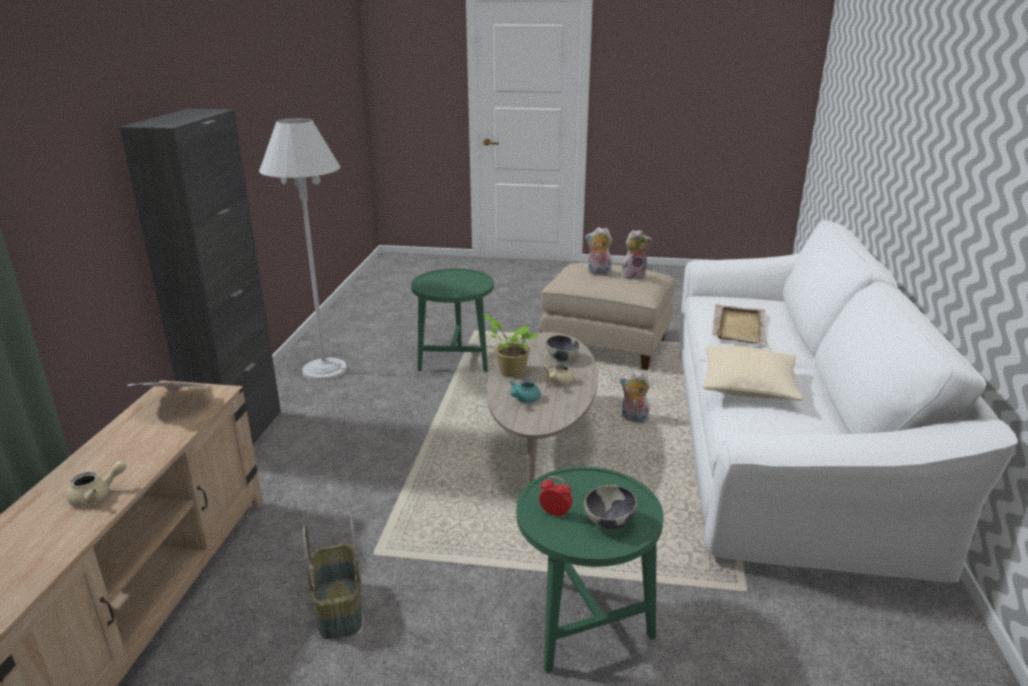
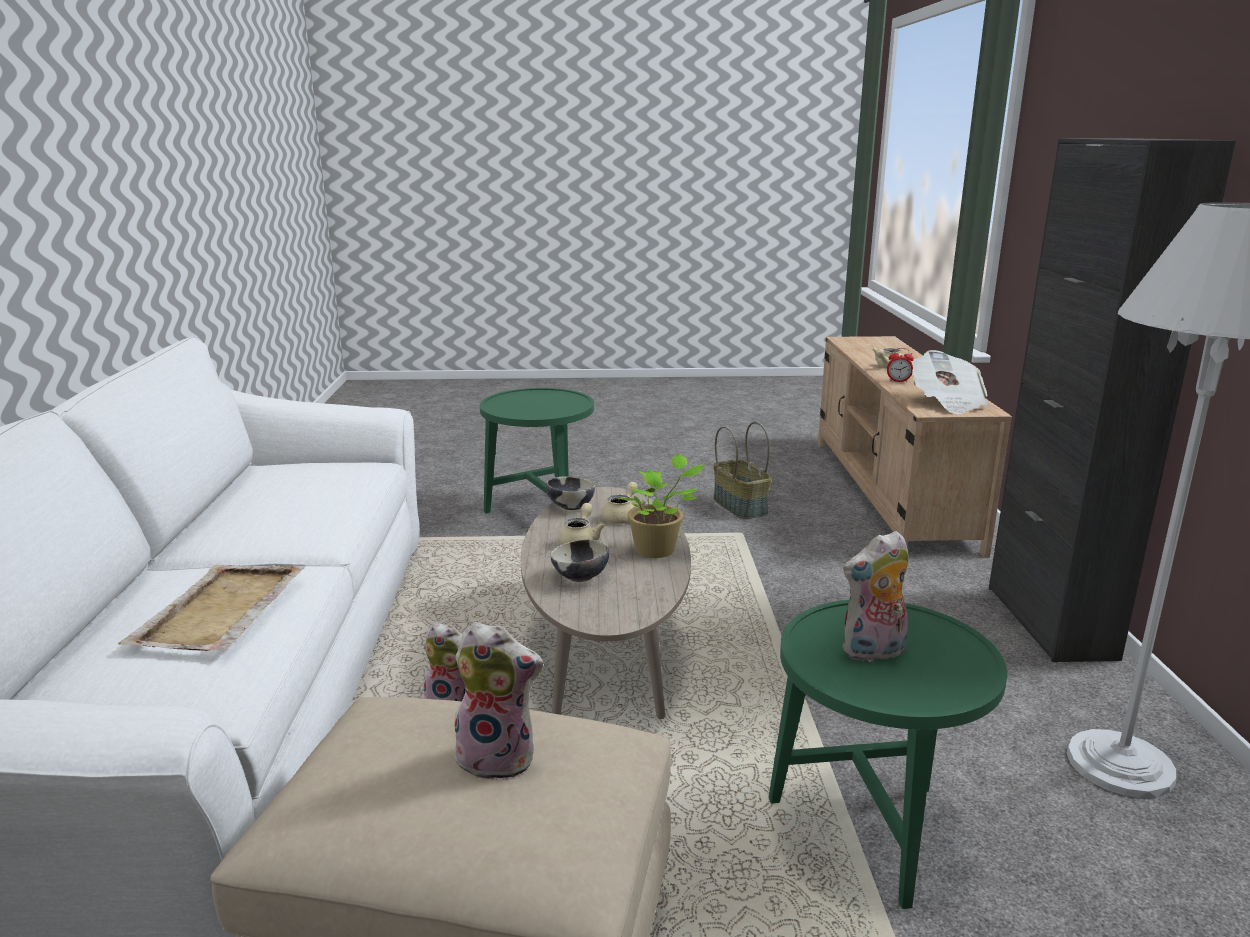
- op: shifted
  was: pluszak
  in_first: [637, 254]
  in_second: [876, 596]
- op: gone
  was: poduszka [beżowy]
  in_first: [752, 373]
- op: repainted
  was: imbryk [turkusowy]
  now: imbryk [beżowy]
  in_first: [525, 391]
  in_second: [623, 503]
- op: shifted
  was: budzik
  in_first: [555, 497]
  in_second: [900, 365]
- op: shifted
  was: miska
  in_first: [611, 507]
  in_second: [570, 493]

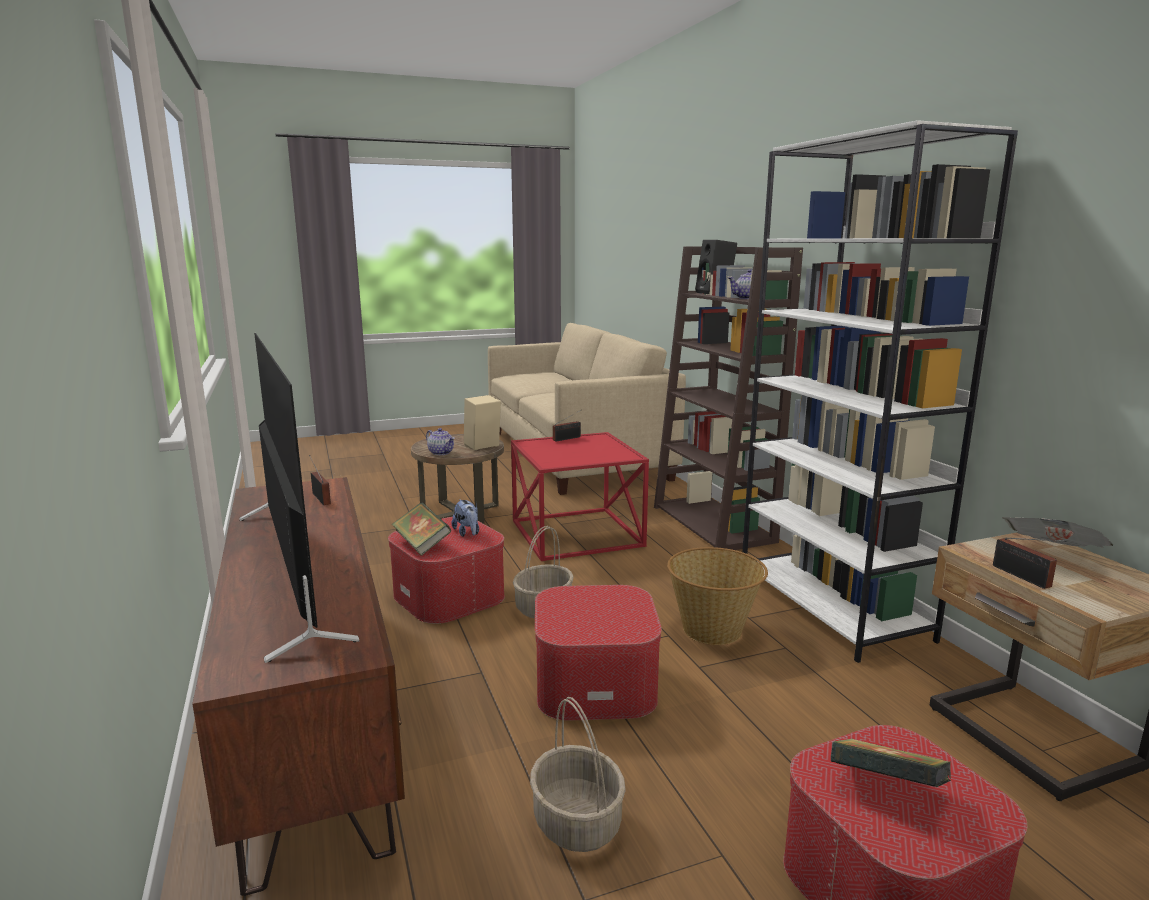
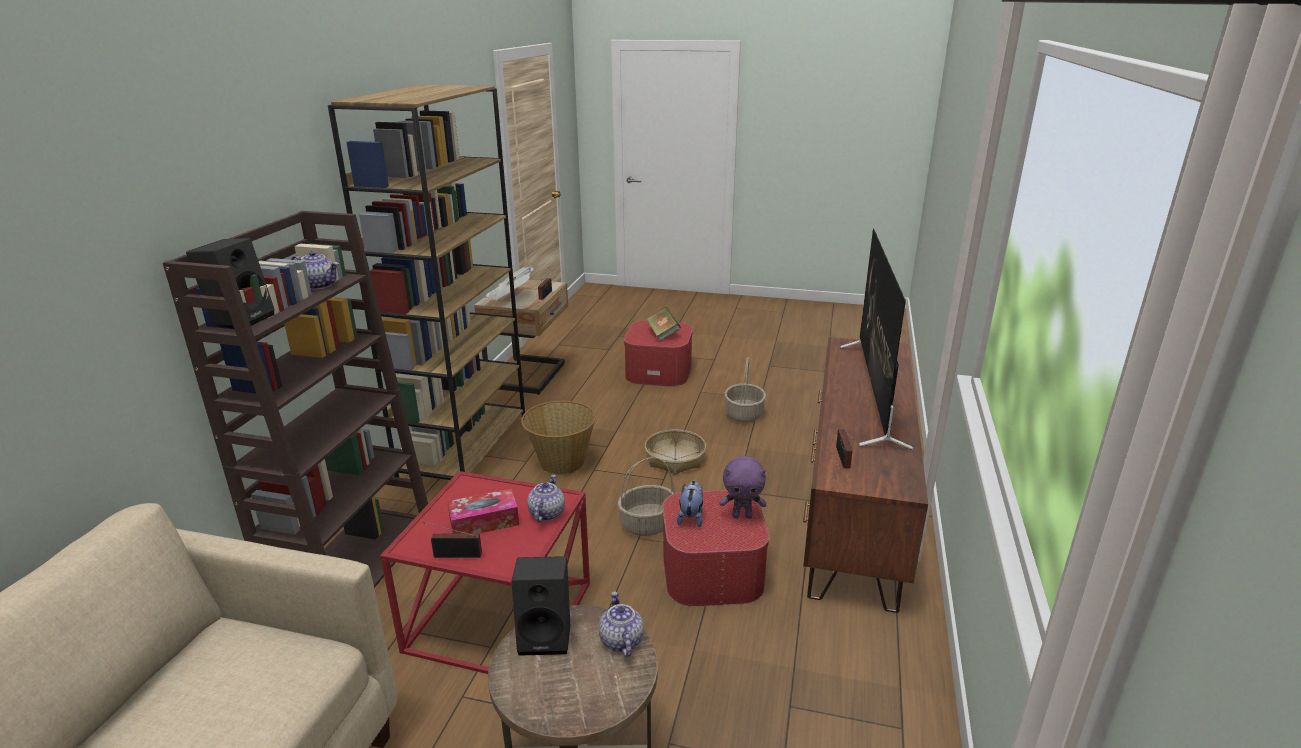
- op: repainted
  was: regał [biały]
  now: regał [brązowy]
  in_first: [880, 391]
  in_second: [426, 282]
- op: repainted
  was: głośnik [beżowy]
  now: głośnik [czarny]
  in_first: [482, 422]
  in_second: [540, 606]
- op: swapped
  was: książka
  now: pluszak [fioletowy]
  in_first: [421, 529]
  in_second: [742, 487]
- op: swapped
  was: pufa
  now: koszyk
  in_first: [598, 653]
  in_second: [675, 452]
- op: new
  now: imbryk
  in_second: [546, 498]
- op: new
  now: pudełko chusteczek
  in_second: [483, 511]

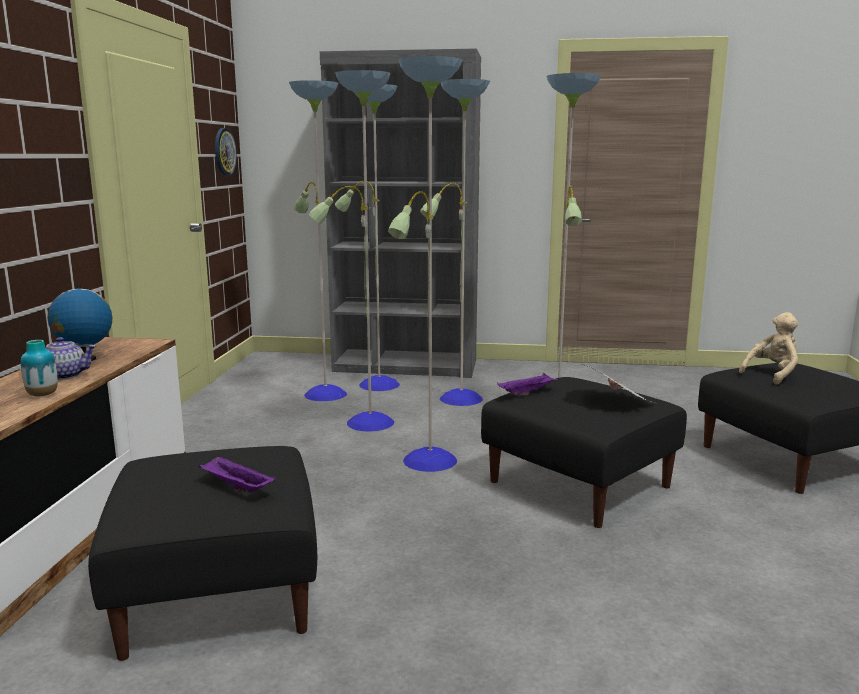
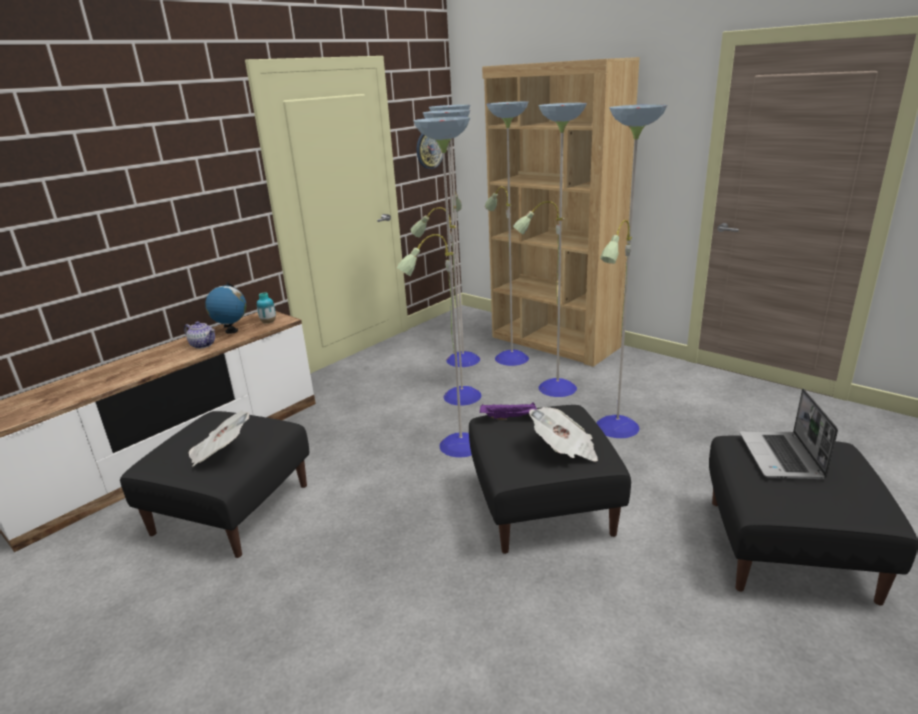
- op: repainted
  was: regał [szary]
  now: regał [brązowy]
  in_first: [400, 213]
  in_second: [561, 212]
- op: swapped
  was: pluszak [beżowy]
  now: laptop
  in_first: [768, 348]
  in_second: [789, 433]
- op: shifted
  was: wazon
  in_first: [39, 368]
  in_second: [266, 308]
- op: swapped
  was: taca [fioletowy]
  now: gazeta
  in_first: [237, 474]
  in_second: [219, 438]

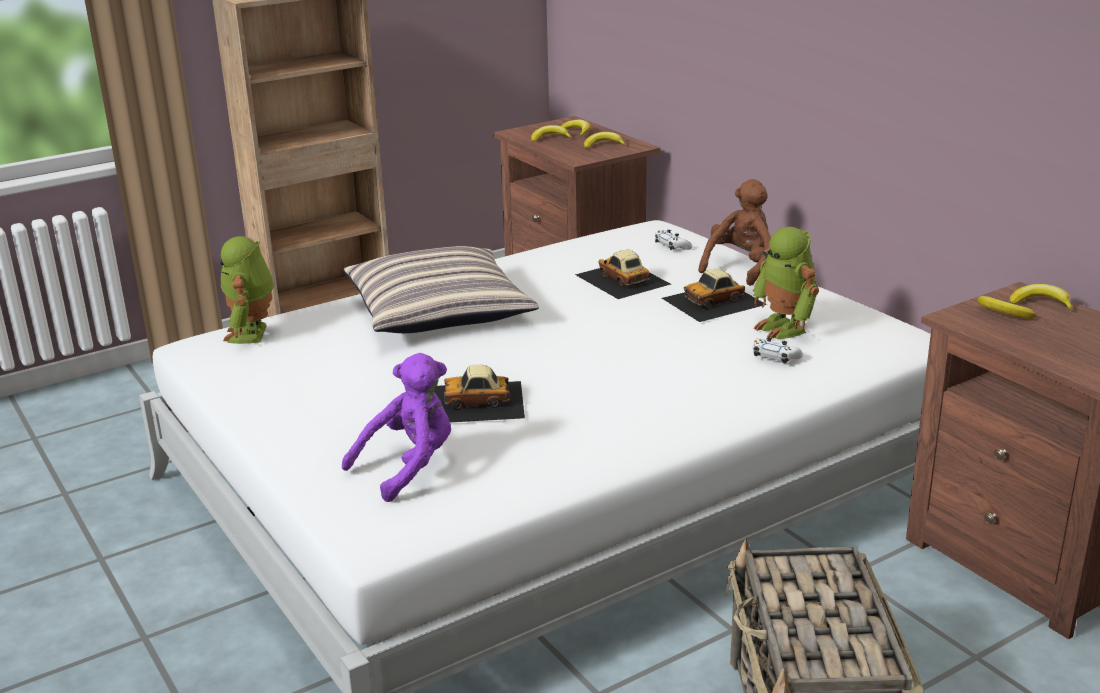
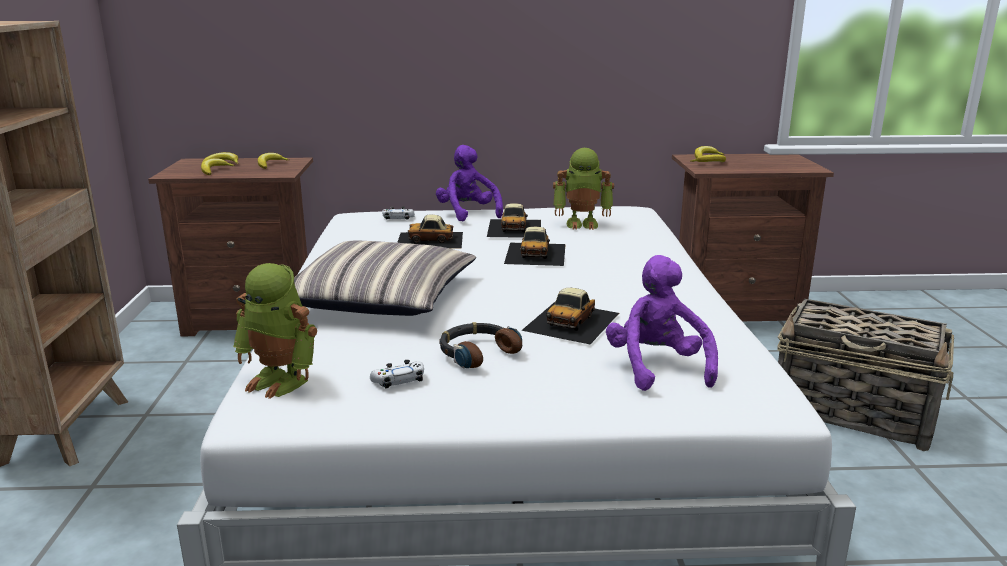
- op: repainted
  was: pluszak [brązowy]
  now: pluszak [fioletowy]
  in_first: [734, 232]
  in_second: [469, 183]
- op: shifted
  was: pad do gier [biały]
  in_first: [778, 350]
  in_second: [397, 374]
- op: new
  now: samochodzik
  in_second: [535, 246]
- op: new
  now: słuchawki
  in_second: [481, 345]

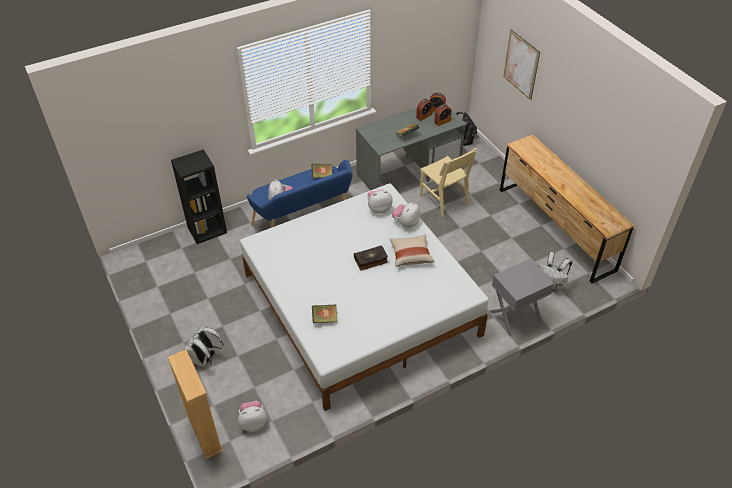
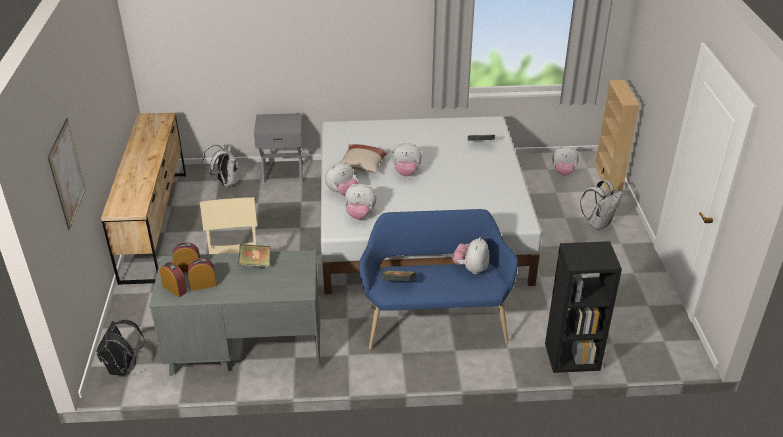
- op: swapped
  was: książka
  now: pluszak
  in_first: [371, 258]
  in_second: [407, 159]

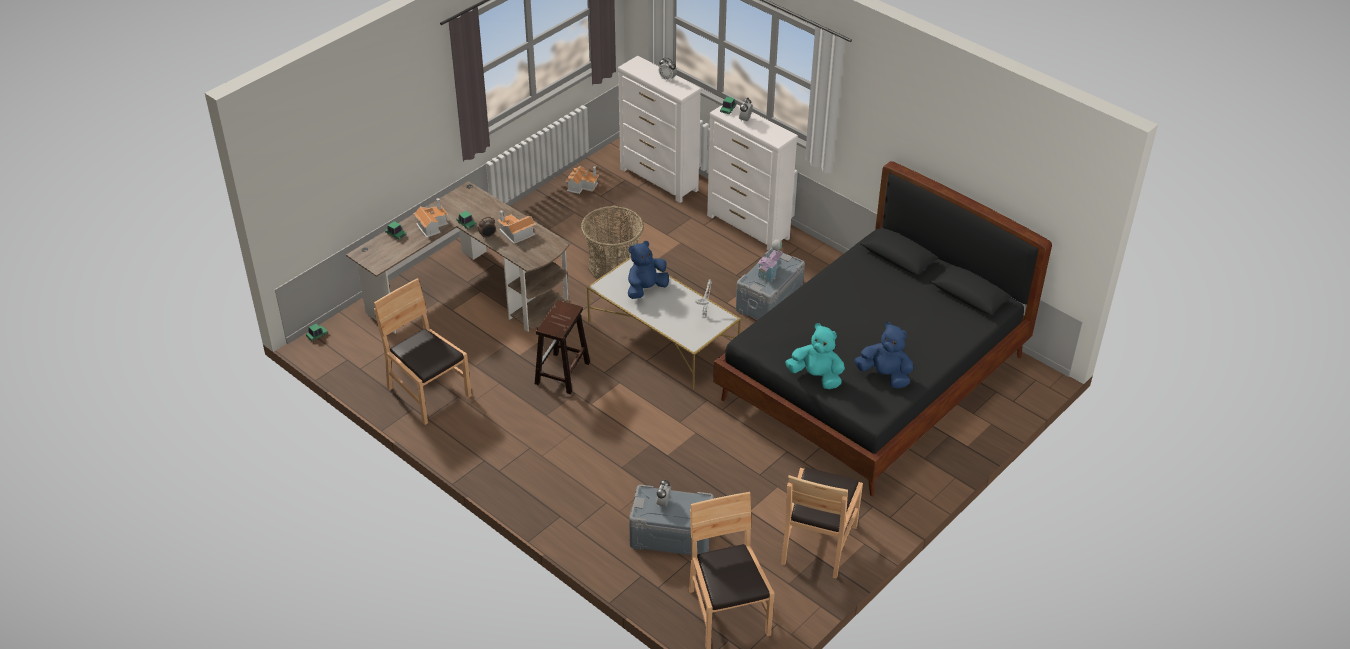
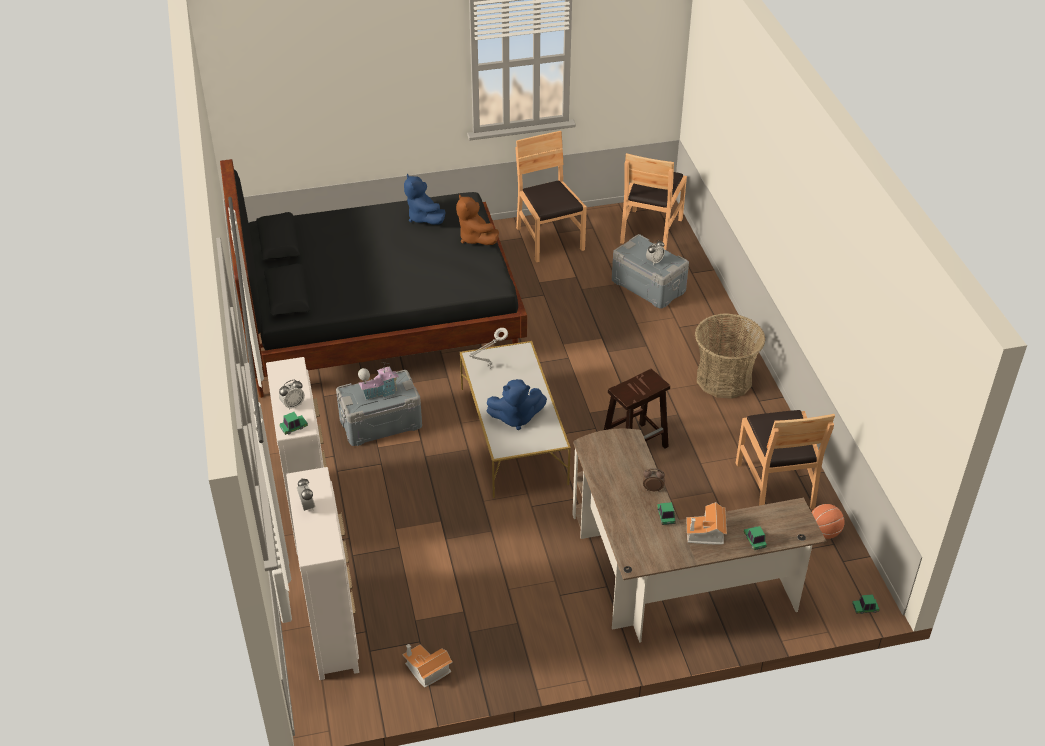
- op: shifted
  was: koszyk
  in_first: [612, 242]
  in_second: [730, 356]
- op: gone
  was: domek
  in_first: [516, 227]
- op: repainted
  was: pluszak [turkusowy]
  now: pluszak [brązowy]
  in_first: [815, 356]
  in_second: [477, 219]
- op: rotated
  was: krzesło [brązowy]
  in_first: [822, 523]
  in_second: [551, 196]
  clockwise: -75
- op: new
  now: piłka do koszykówki
  in_second: [828, 521]

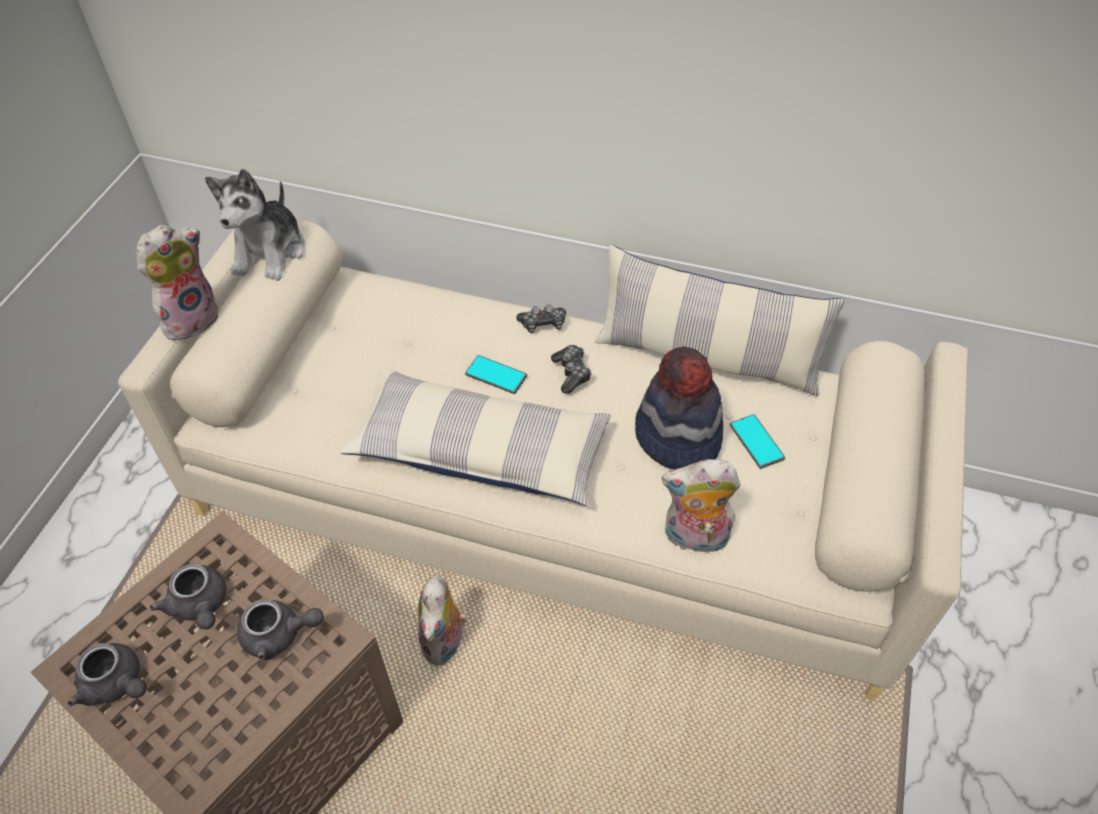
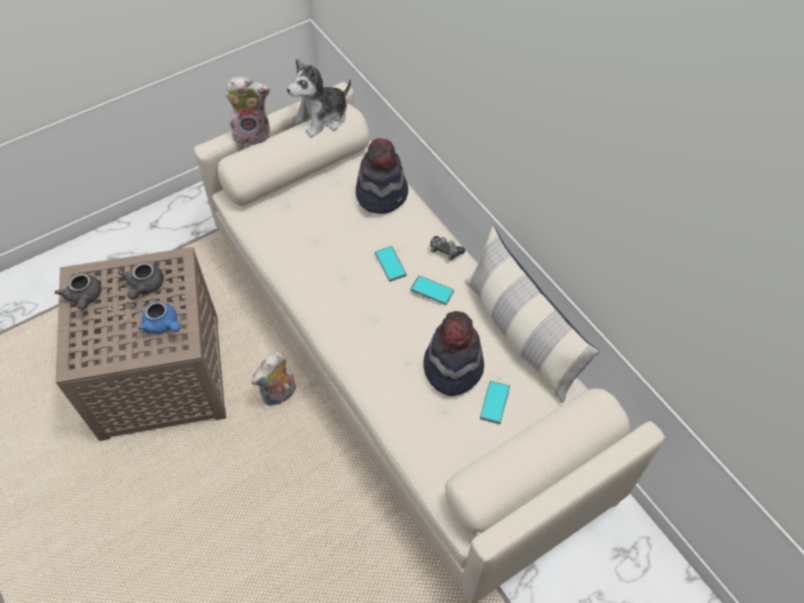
- op: swapped
  was: pad do gier
  now: telefon
  in_first: [571, 369]
  in_second: [432, 290]
- op: gone
  was: poduszka
  in_first: [475, 436]
- op: gone
  was: pluszak
  in_first: [701, 508]
- op: repainted
  was: imbryk [szary]
  now: imbryk [niebieski]
  in_first: [280, 629]
  in_second: [159, 317]
- op: new
  now: kapelusz
  in_second: [382, 176]

